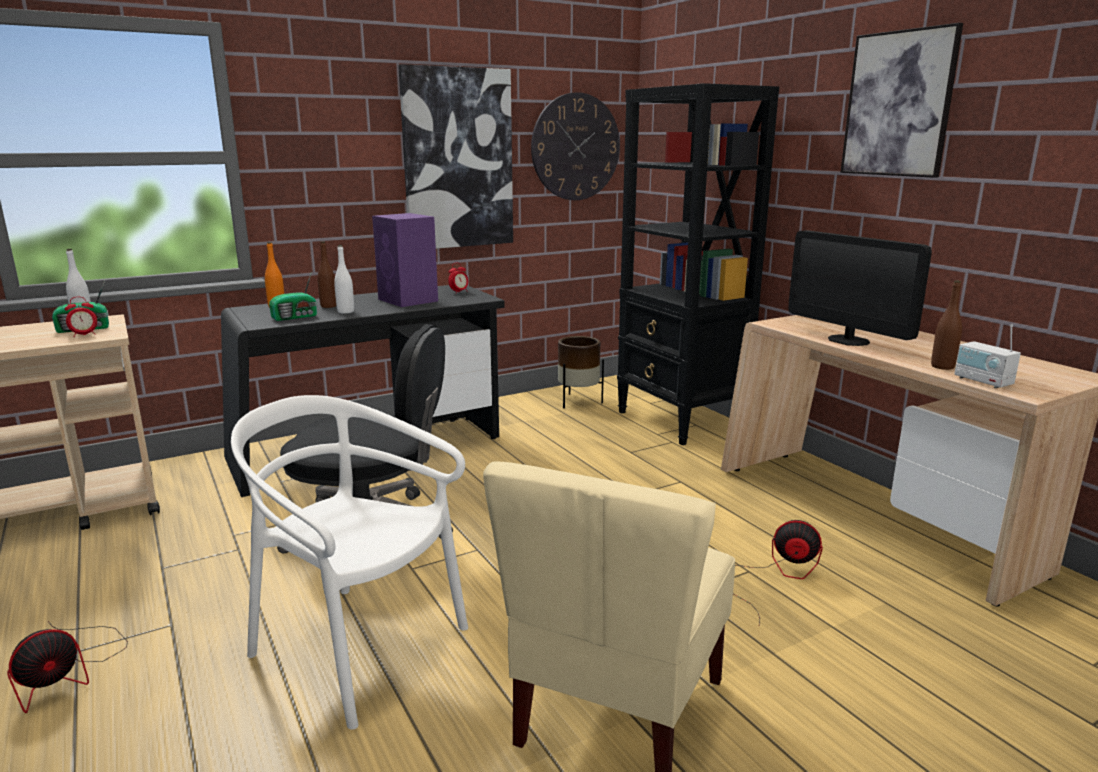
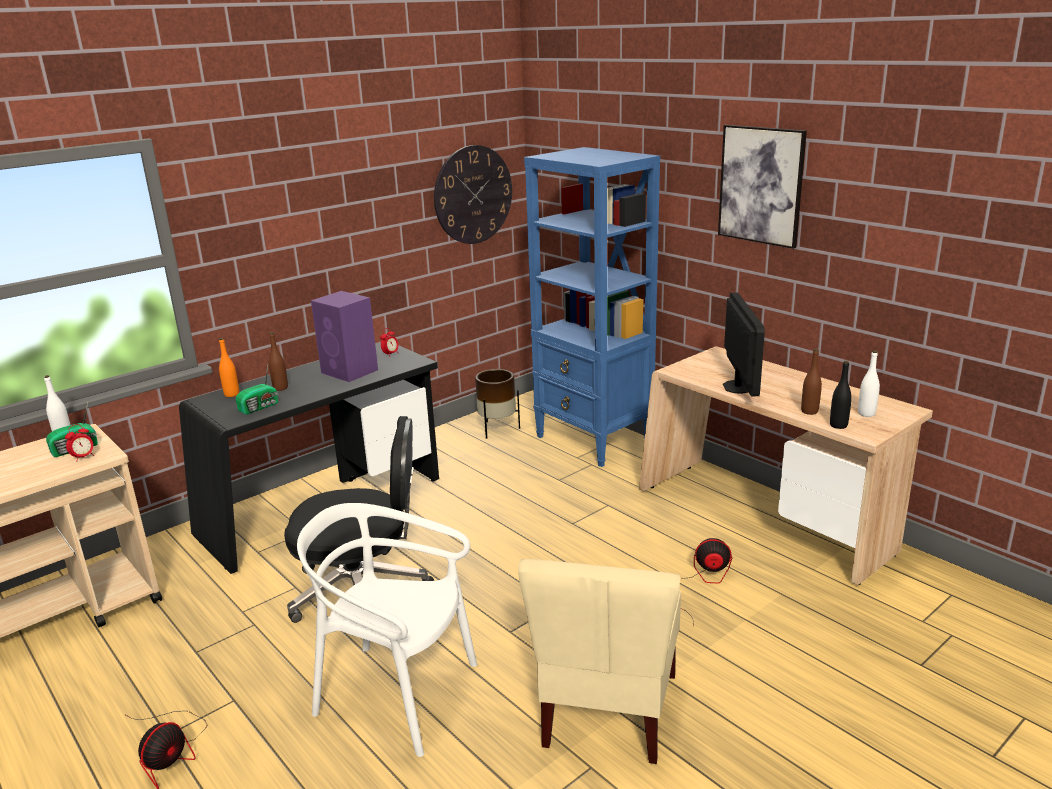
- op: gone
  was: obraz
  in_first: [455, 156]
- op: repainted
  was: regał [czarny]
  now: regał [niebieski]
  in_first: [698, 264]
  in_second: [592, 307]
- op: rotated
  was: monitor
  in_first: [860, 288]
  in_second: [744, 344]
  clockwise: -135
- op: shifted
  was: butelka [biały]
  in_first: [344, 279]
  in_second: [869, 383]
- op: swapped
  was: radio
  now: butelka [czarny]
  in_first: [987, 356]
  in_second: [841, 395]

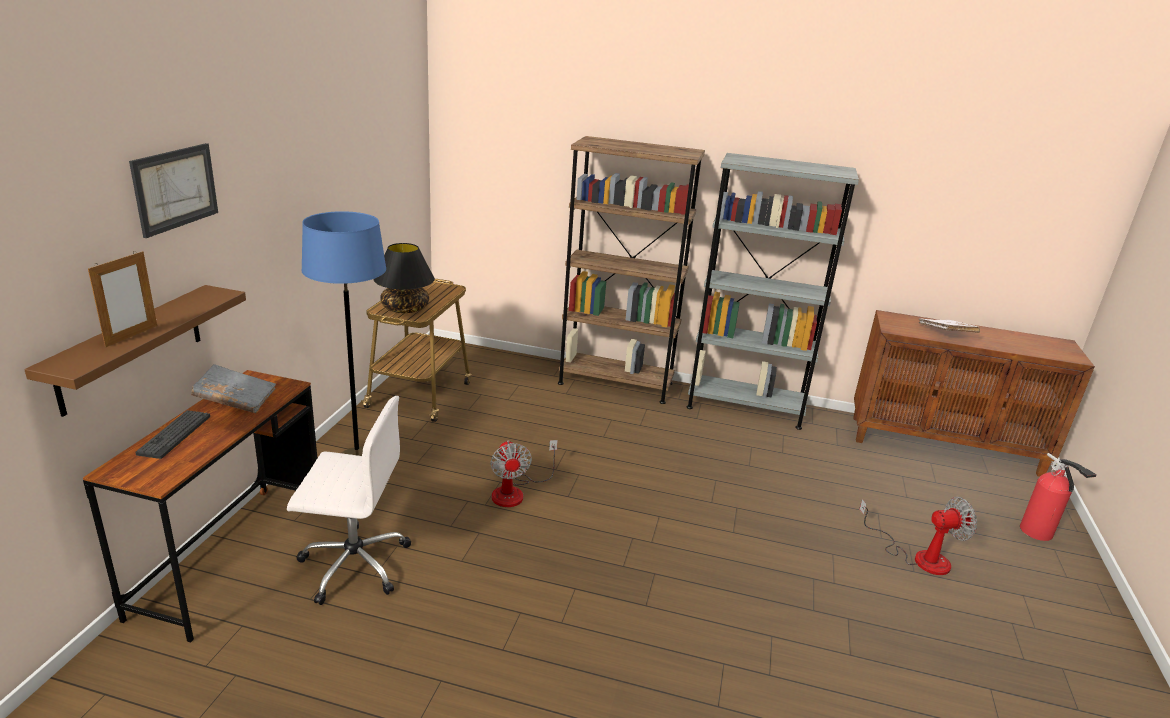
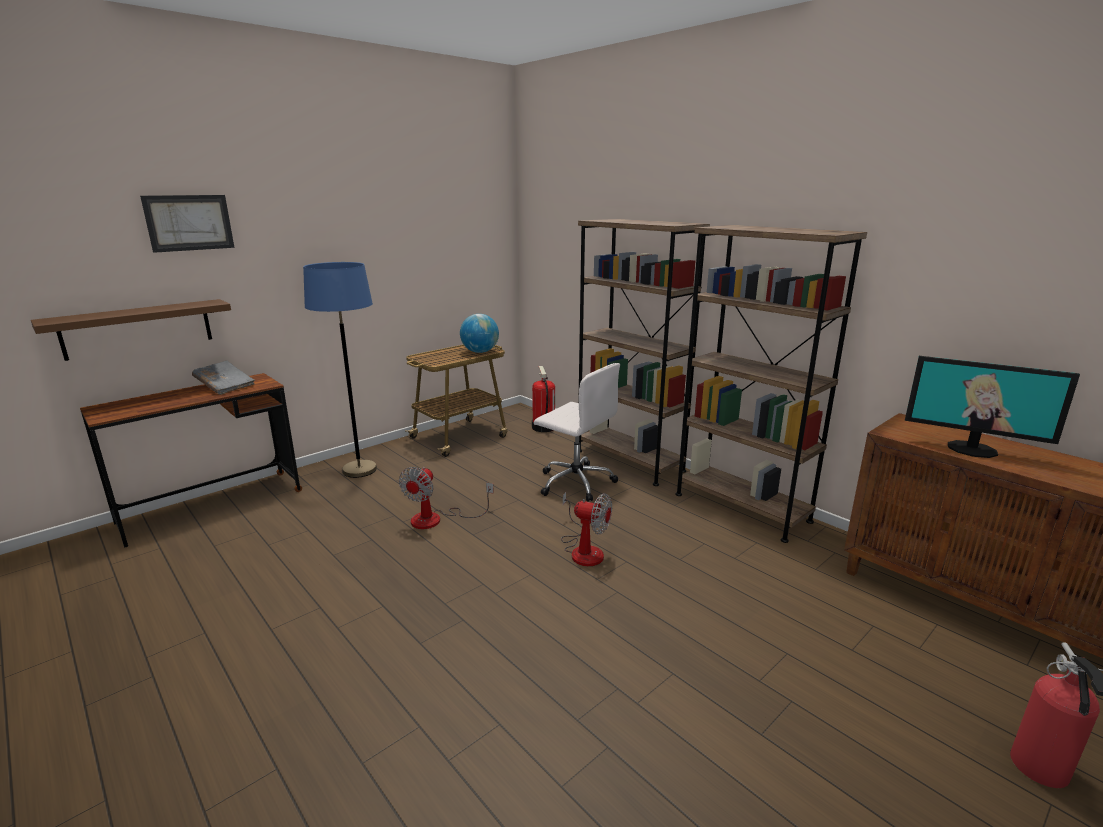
- op: repainted
  was: regał [szary]
  now: regał [brązowy]
  in_first: [773, 291]
  in_second: [771, 384]
- op: gone
  was: lampa stołowa [czarny]
  in_first: [404, 278]
- op: gone
  was: ramka na zdjęcie
  in_first: [122, 299]
- op: swapped
  was: książka [biały]
  now: monitor
  in_first: [949, 325]
  in_second: [992, 407]
- op: shifted
  was: krzesło biurowe [biały]
  in_first: [349, 500]
  in_second: [577, 432]
- op: gone
  was: klawiatura
  in_first: [172, 434]
- op: shifted
  was: wentylator
  in_first: [918, 536]
  in_second: [586, 529]
- op: new
  now: globus
  in_second: [479, 333]
- op: new
  now: gaśnica
  in_second: [543, 399]

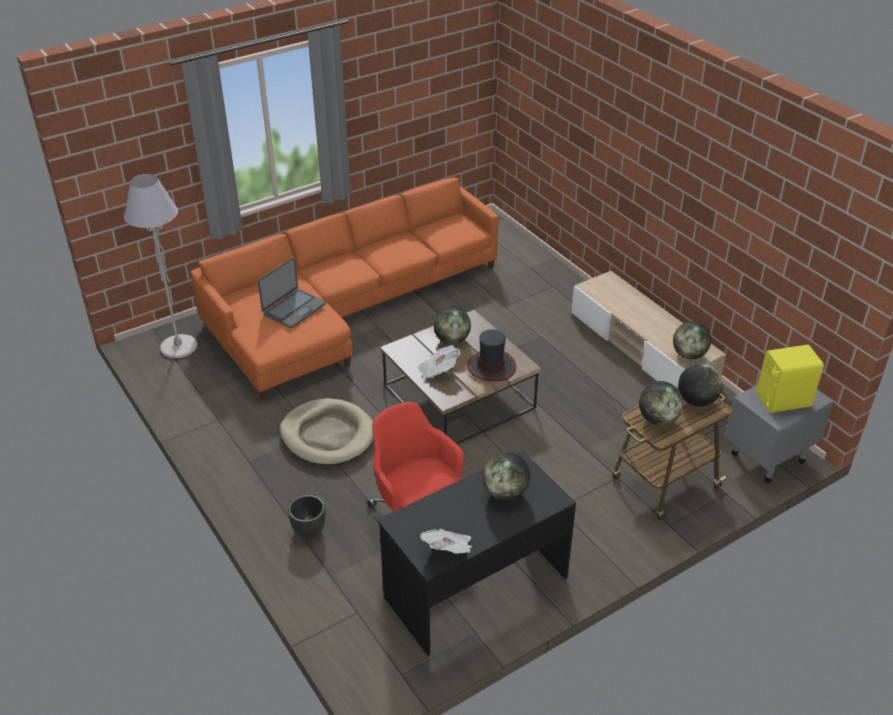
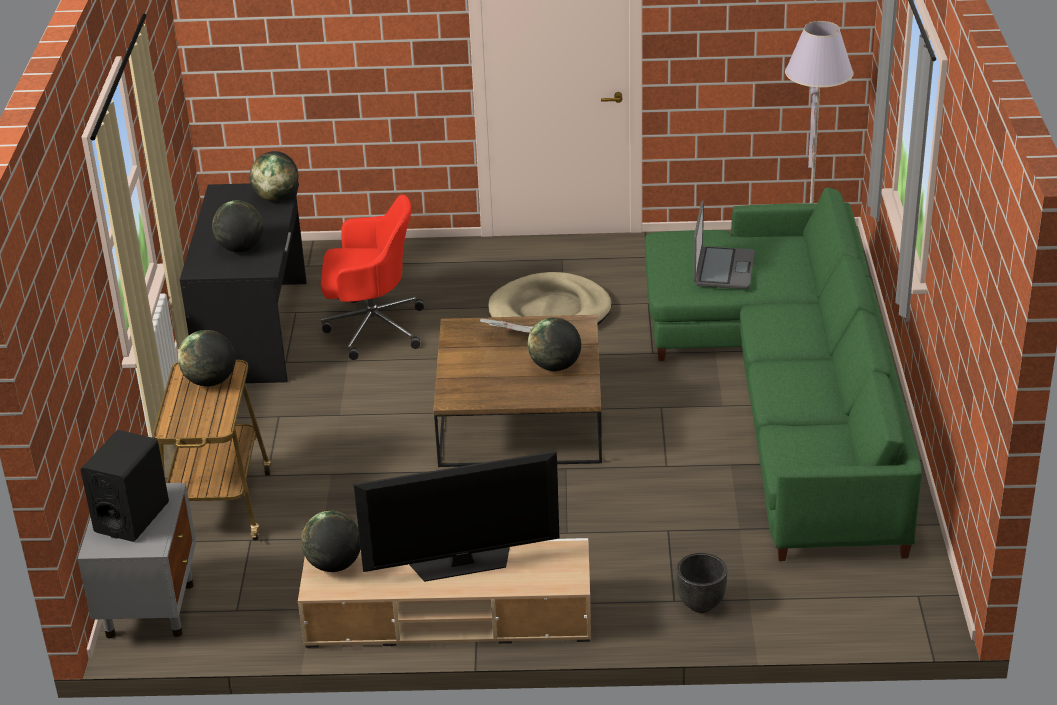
- op: repainted
  was: kanapa [pomarańczowy]
  now: kanapa [zielony]
  in_first: [345, 289]
  in_second: [783, 374]
- op: rotated
  was: laptop
  in_first: [292, 292]
  in_second: [724, 245]
  clockwise: -150
- op: gone
  was: kapelusz
  in_first: [491, 355]
- op: repainted
  was: głośnik [żółty]
  now: głośnik [czarny]
  in_first: [790, 378]
  in_second: [124, 486]
- op: shifted
  was: globus
  in_first: [700, 385]
  in_second: [274, 176]
- op: shifted
  was: donica [czarny]
  in_first: [307, 516]
  in_second: [701, 583]
- op: gone
  was: gazeta
  in_first: [446, 541]
- op: new
  now: telewizor
  in_second: [456, 516]

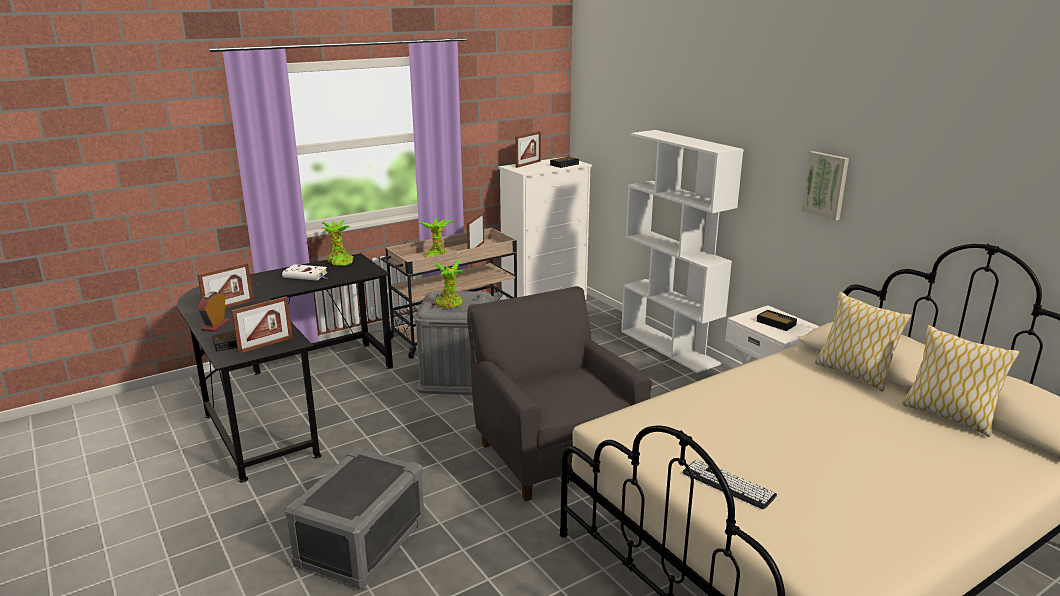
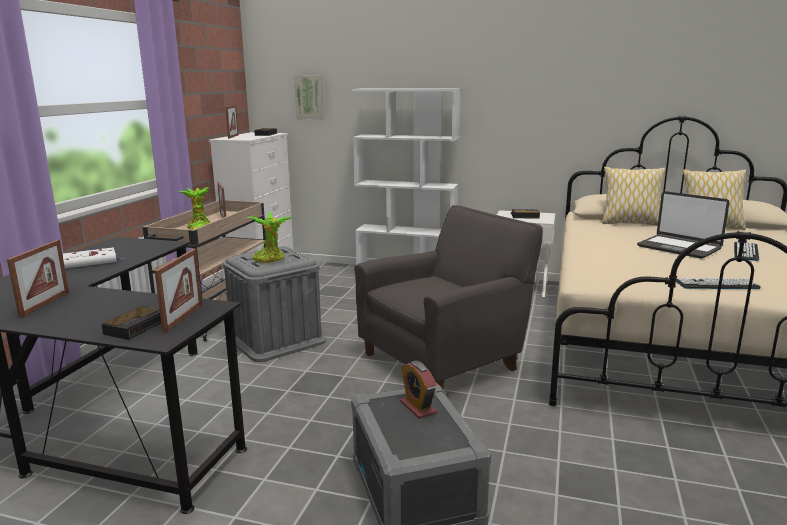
- op: shifted
  was: obraz
  in_first: [825, 186]
  in_second: [309, 97]
- op: gone
  was: roślina doniczkowa
  in_first: [338, 243]
- op: rotated
  was: fotel [szary]
  in_first: [559, 393]
  in_second: [448, 297]
  clockwise: 120
- op: shifted
  was: budzik
  in_first: [214, 312]
  in_second: [418, 389]
- op: new
  now: laptop
  in_second: [683, 225]
- op: new
  now: klawiatura
  in_second: [746, 251]

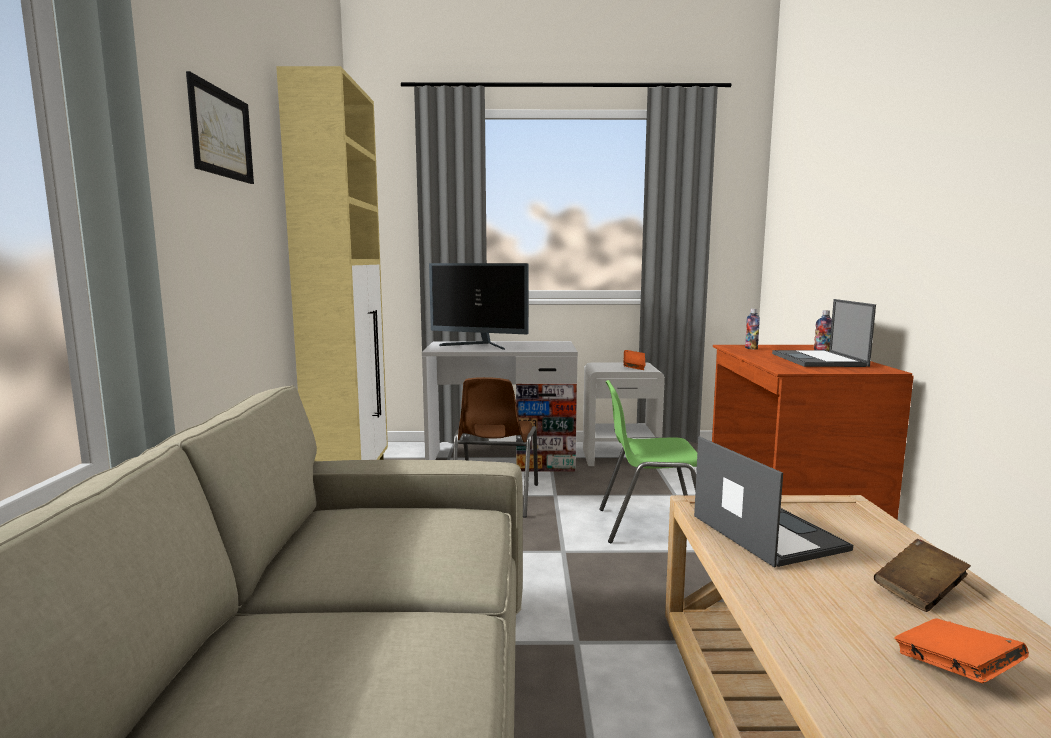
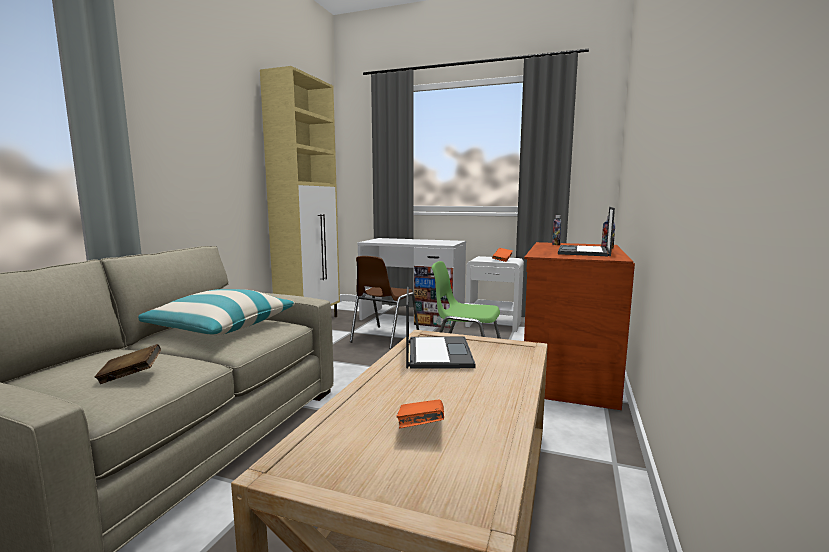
- op: gone
  was: obraz
  in_first: [220, 127]
- op: gone
  was: monitor
  in_first: [479, 306]
- op: shifted
  was: książka [brązowy]
  in_first: [922, 575]
  in_second: [127, 364]
- op: new
  now: poduszka
  in_second: [216, 312]

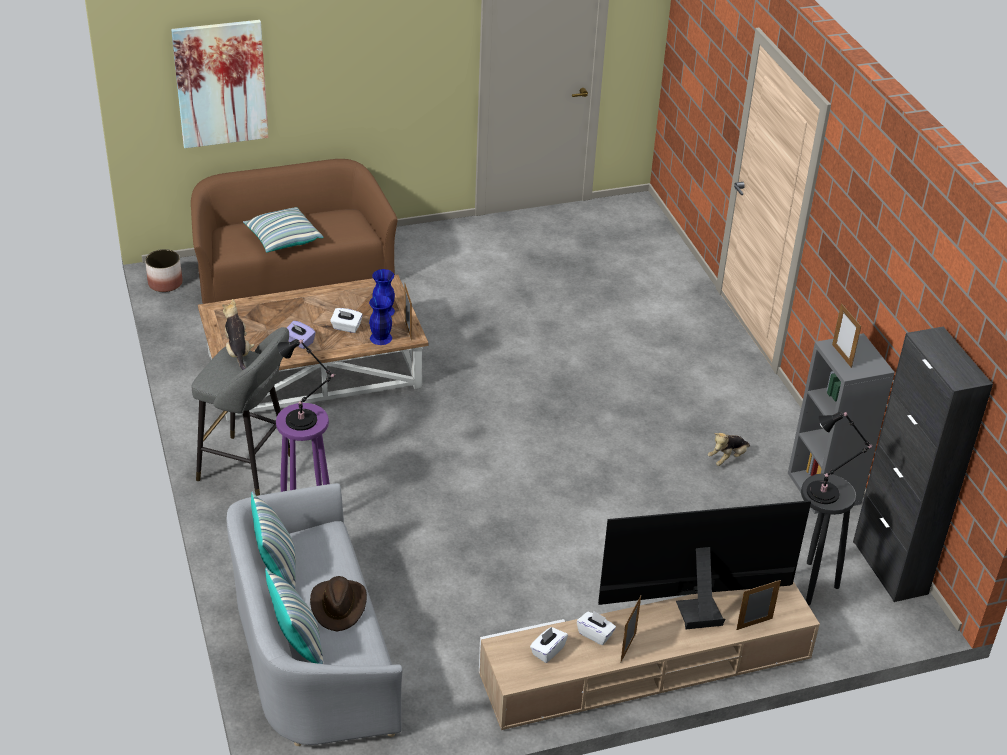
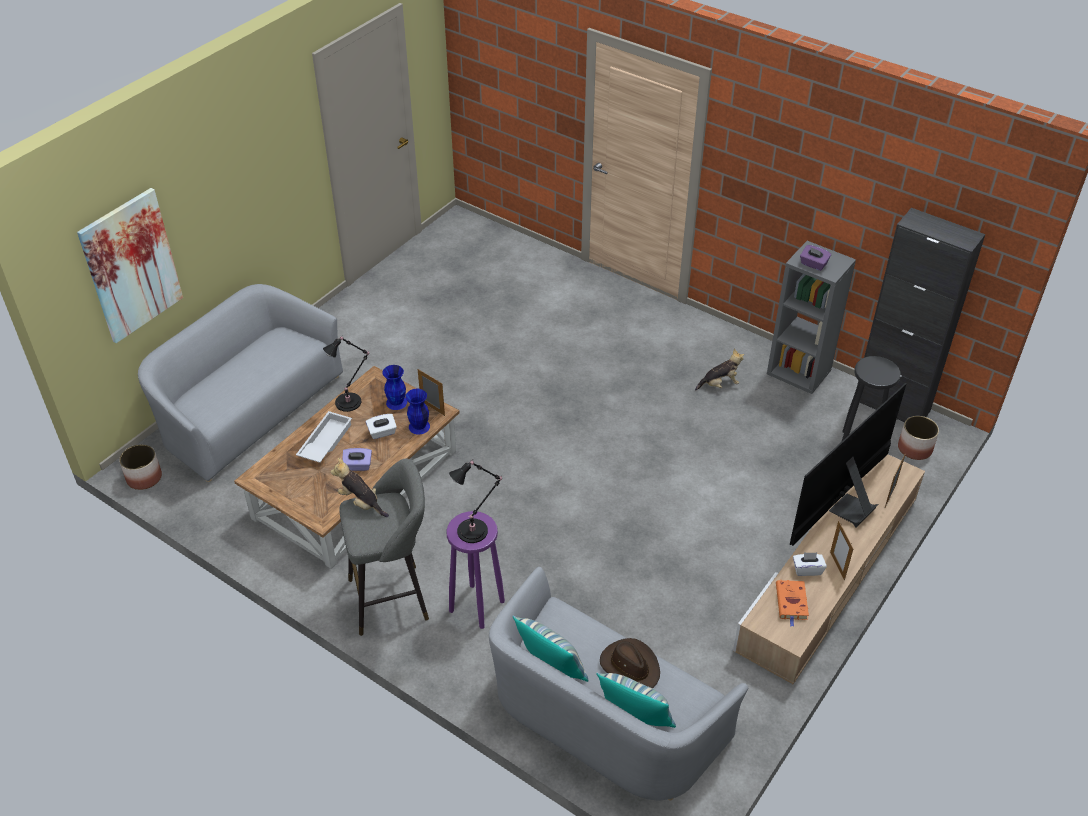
- op: repainted
  was: kanapa [brązowy]
  now: kanapa [szary]
  in_first: [294, 231]
  in_second: [240, 383]
- op: gone
  was: poduszka
  in_first: [283, 230]
- op: swapped
  was: ramka na zdjęcie
  now: pudełko chusteczek [fioletowy]
  in_first: [846, 335]
  in_second: [815, 258]
- op: shifted
  was: lampa stołowa [czarny]
  in_first: [839, 457]
  in_second: [346, 374]
- op: rotated
  was: pluszak
  in_first: [729, 449]
  in_second: [719, 370]
  clockwise: -120
- op: swapped
  was: pudełko chusteczek [biały]
  now: książka [pomarańczowy]
  in_first: [549, 645]
  in_second: [792, 603]
- op: new
  now: taca [biały]
  in_second: [324, 437]
- op: new
  now: donica
  in_second: [918, 438]

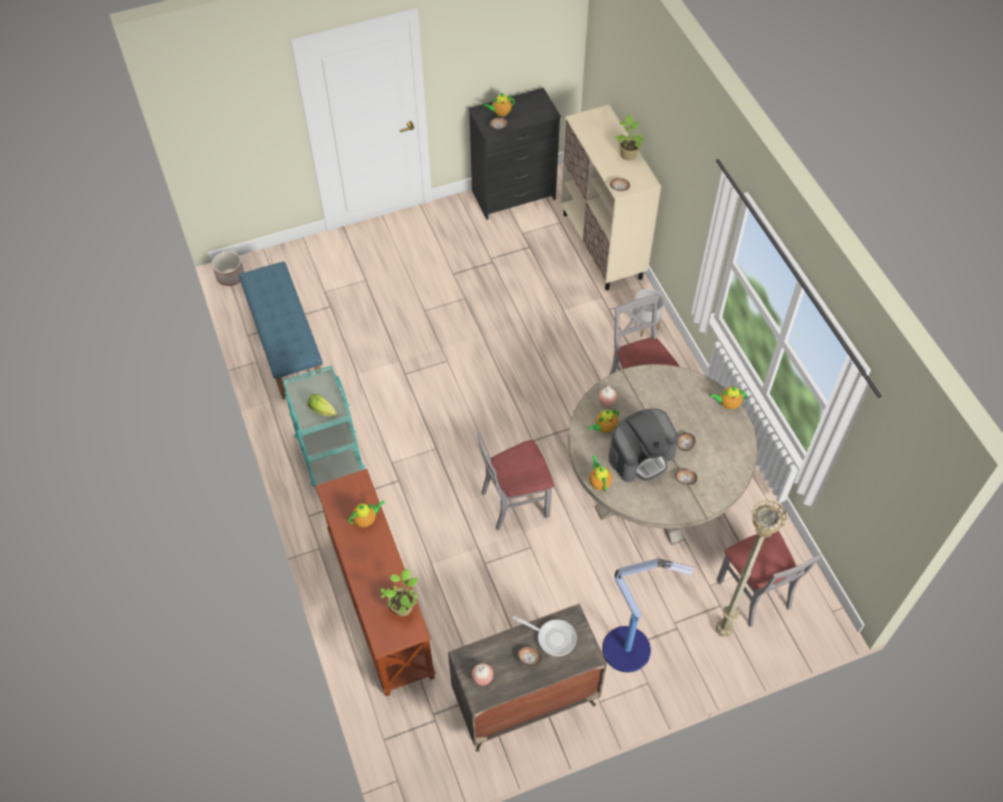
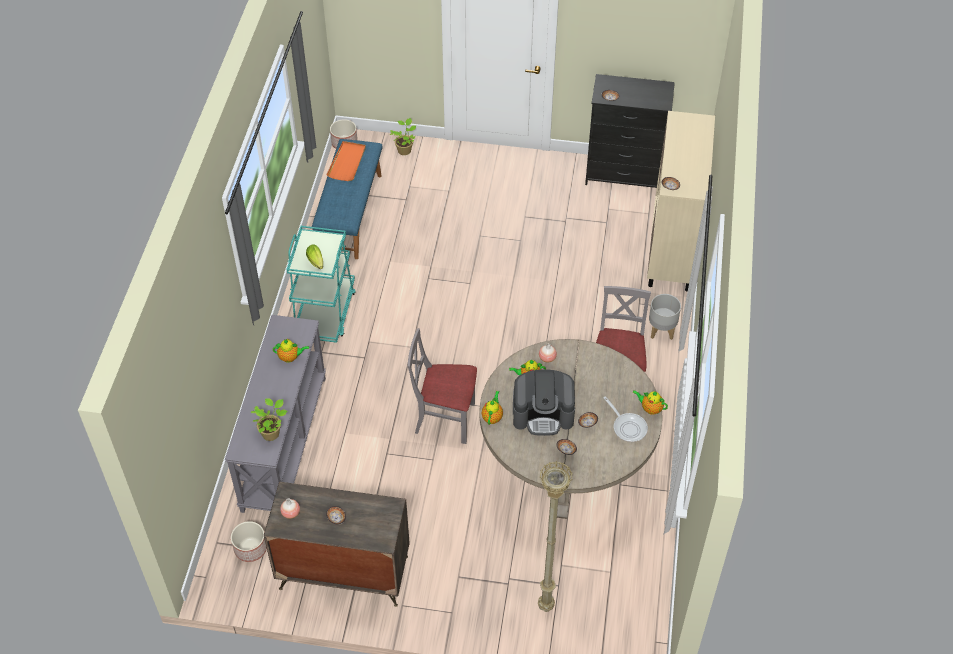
- op: gone
  was: imbryk
  in_first: [499, 104]
- op: shifted
  was: roślina doniczkowa
  in_first: [630, 137]
  in_second: [403, 136]
- op: repainted
  was: stolik konsolowy [brązowy]
  now: stolik konsolowy [szary]
  in_first: [376, 582]
  in_second: [275, 414]
- op: gone
  was: krzesło [szary]
  in_first: [769, 579]
- op: gone
  was: lampa stojąca
  in_first: [648, 615]
- op: shifted
  was: patelnia
  in_first: [545, 636]
  in_second: [625, 419]
- op: new
  now: taca [pomarańczowy]
  in_second: [346, 161]
- op: new
  now: donica
  in_second: [249, 541]

